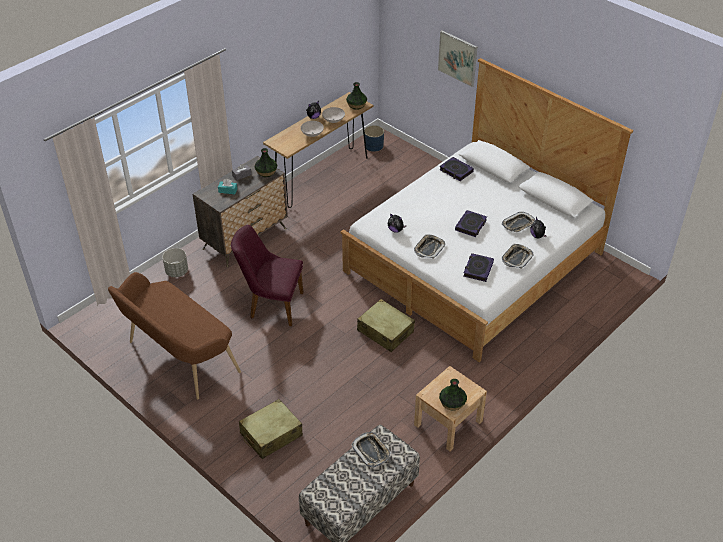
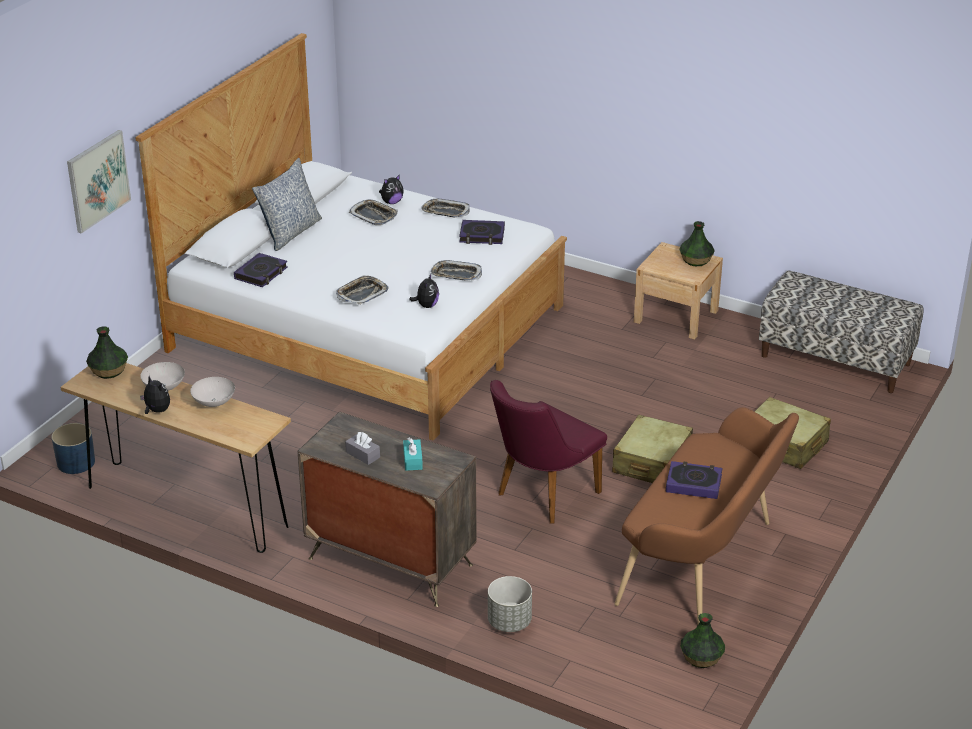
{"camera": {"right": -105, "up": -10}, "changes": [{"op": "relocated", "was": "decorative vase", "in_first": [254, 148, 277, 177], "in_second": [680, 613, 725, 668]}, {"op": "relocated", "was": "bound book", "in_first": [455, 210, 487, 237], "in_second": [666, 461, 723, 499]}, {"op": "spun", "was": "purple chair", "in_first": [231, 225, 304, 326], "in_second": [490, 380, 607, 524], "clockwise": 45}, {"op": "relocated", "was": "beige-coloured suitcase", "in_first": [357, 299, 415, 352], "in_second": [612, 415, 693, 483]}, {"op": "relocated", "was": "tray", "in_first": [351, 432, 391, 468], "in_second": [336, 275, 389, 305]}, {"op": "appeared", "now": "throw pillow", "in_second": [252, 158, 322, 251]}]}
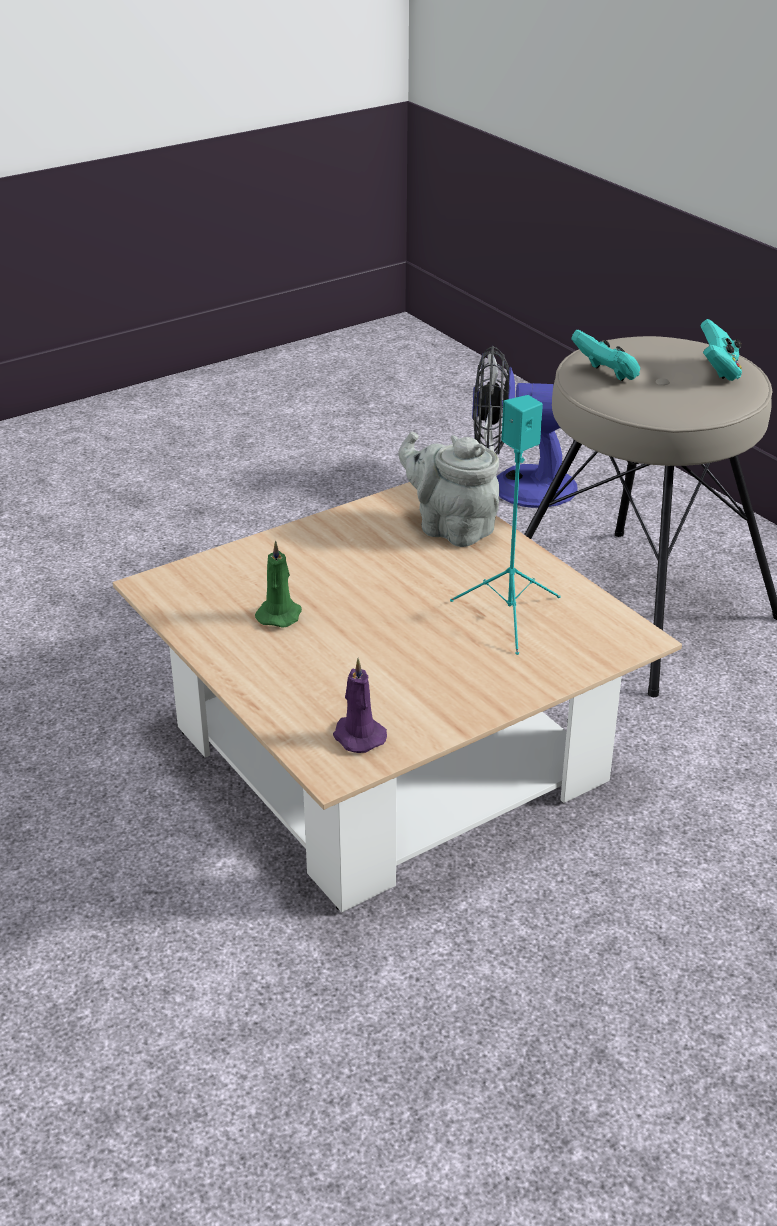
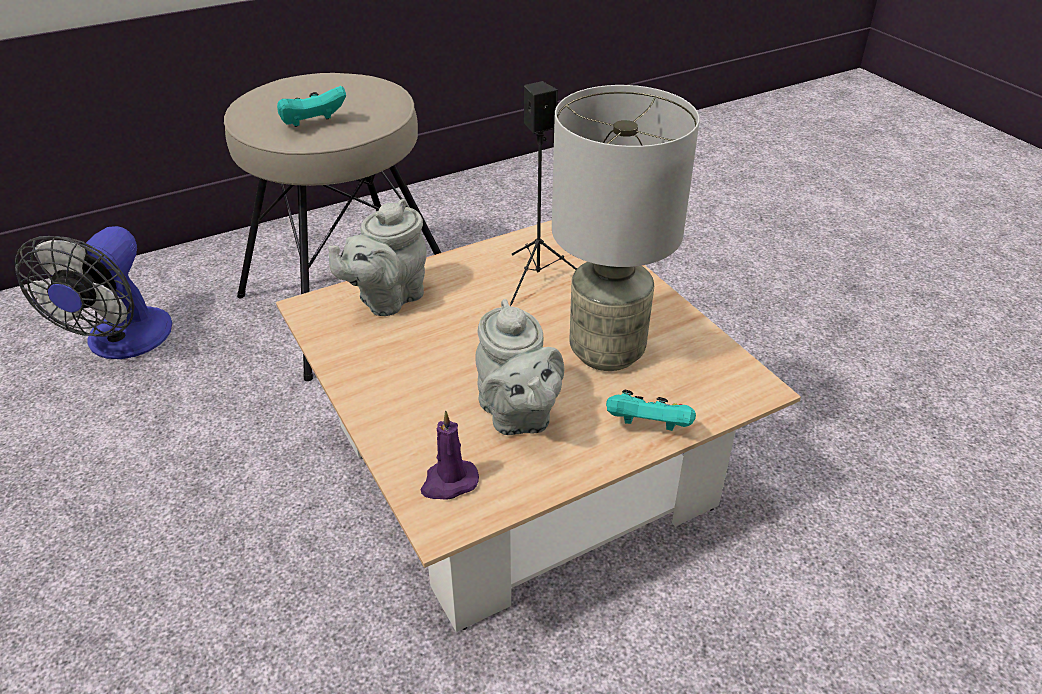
{"camera": {"right": -85, "up": 5}, "changes": [{"op": "relocated", "was": "turquoise-coloured game controller", "in_first": [701, 319, 742, 381], "in_second": [606, 390, 696, 431]}, {"op": "colour", "was": "turquoise-coloured speaker", "now": "black-coloured speaker", "in_first": [450, 395, 561, 655], "in_second": [510, 81, 577, 306]}, {"op": "exchanged", "was": "green-coloured wax candle", "now": "grey pot for tea", "in_first": [255, 541, 302, 628], "in_second": [475, 299, 564, 435]}, {"op": "relocated", "was": "purple wax candle", "in_first": [333, 658, 387, 753], "in_second": [420, 410, 479, 500]}, {"op": "appeared", "now": "grey tabletop lamp", "in_second": [552, 85, 700, 371]}]}
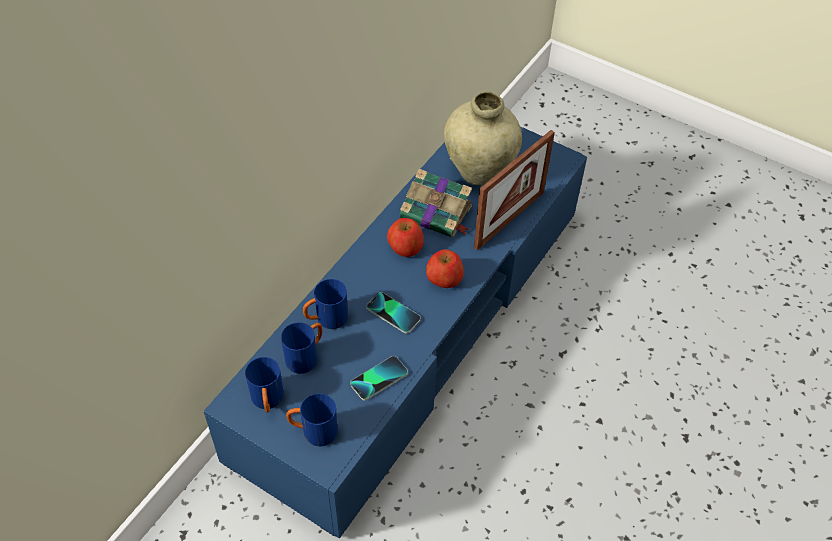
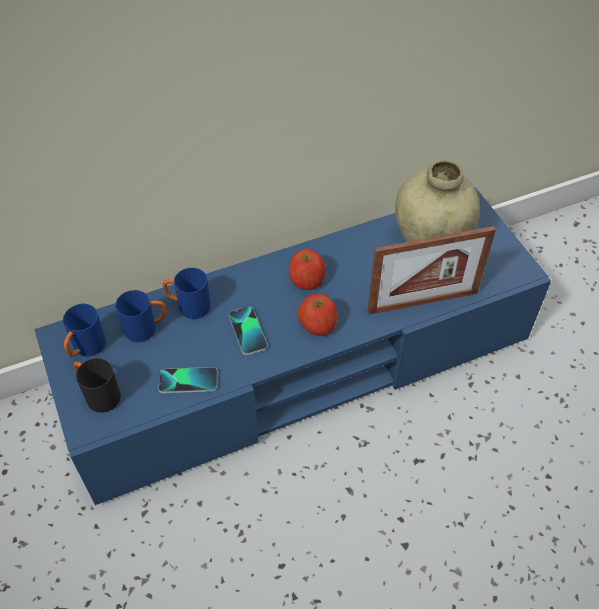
{"camera": {"right": 35, "up": 0}, "changes": [{"op": "missing", "was": "bound book", "in_first": [400, 169, 472, 237]}, {"op": "colour", "was": "blue mug", "now": "black-coloured mug", "in_first": [286, 393, 338, 447], "in_second": [73, 358, 121, 413]}]}
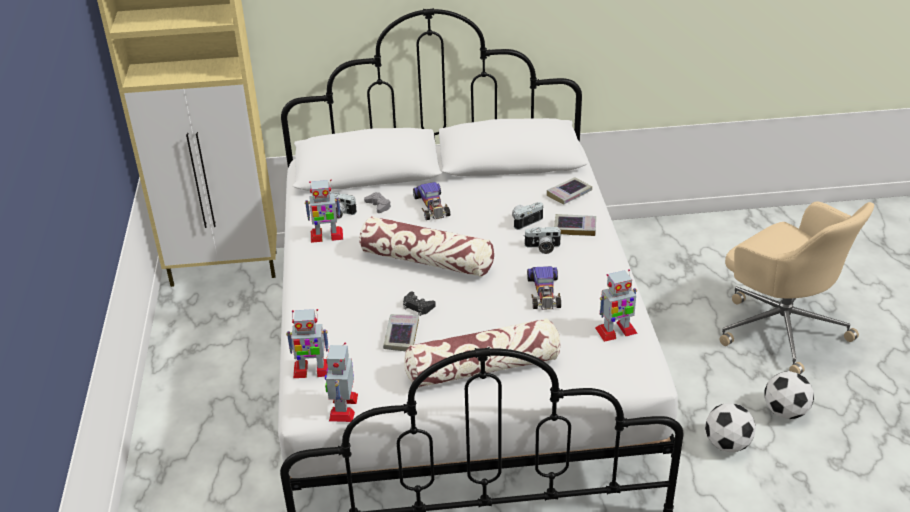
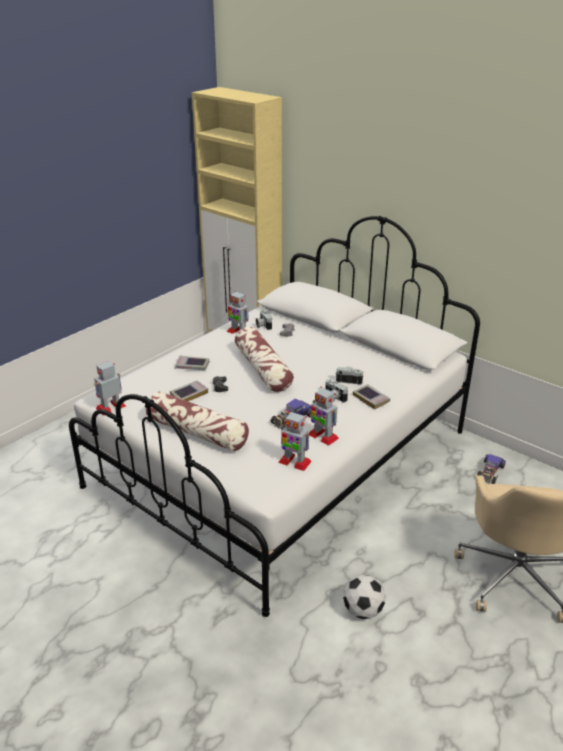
{"camera": {"right": 45, "up": -5}, "changes": [{"op": "relocated", "was": "bound book", "in_first": [547, 177, 592, 204], "in_second": [175, 356, 209, 370]}, {"op": "relocated", "was": "model car", "in_first": [413, 182, 450, 220], "in_second": [477, 454, 506, 484]}, {"op": "relocated", "was": "robot figure", "in_first": [286, 309, 328, 378], "in_second": [309, 387, 339, 446]}, {"op": "missing", "was": "football ball", "in_first": [764, 371, 814, 419]}]}
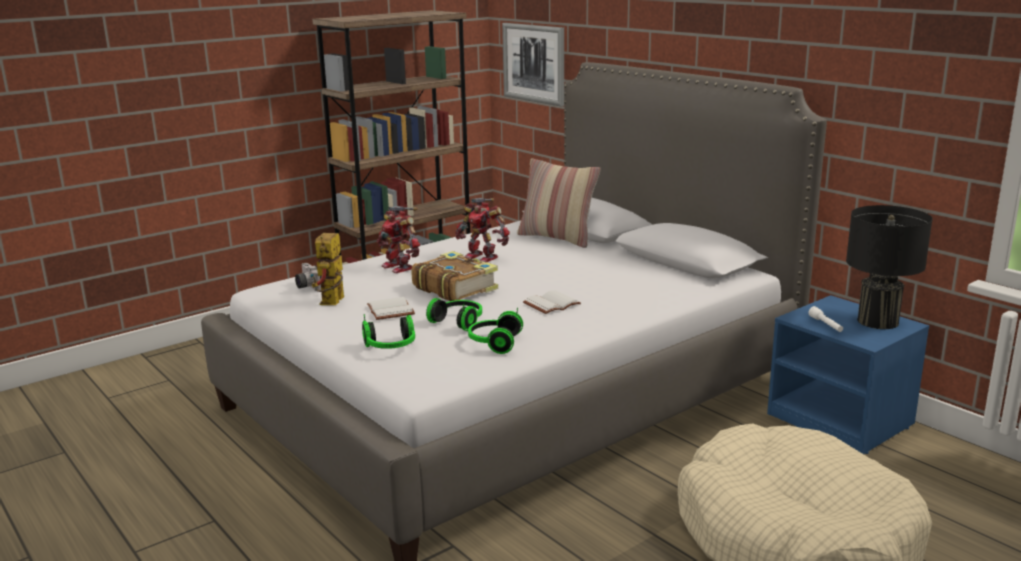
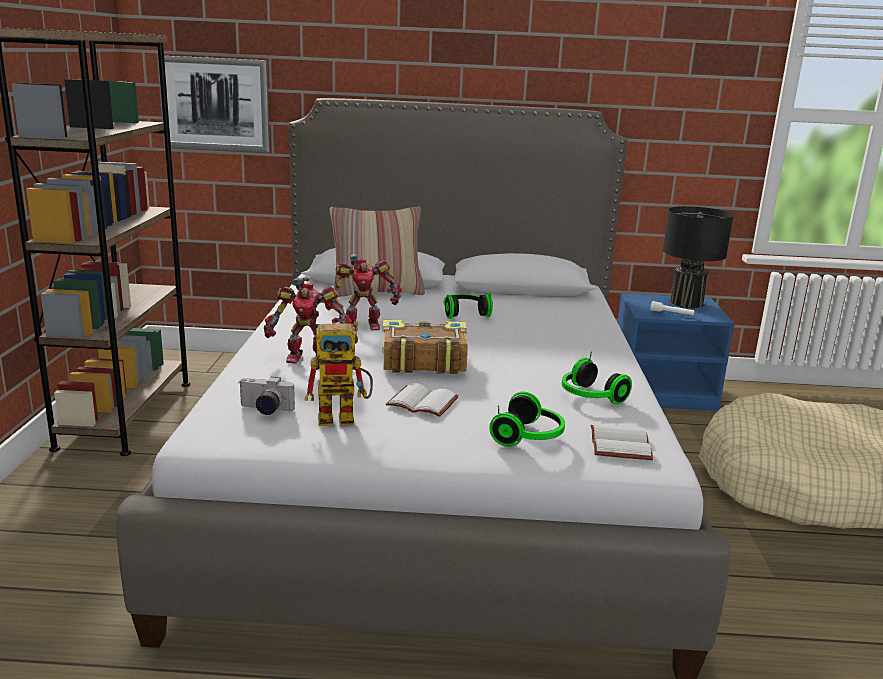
{"camera": {"right": -50, "up": 0}, "changes": [{"op": "spun", "was": "robot figure", "in_first": [310, 233, 344, 305], "in_second": [305, 321, 373, 426], "clockwise": -60}, {"op": "relocated", "was": "white-coloured bound book", "in_first": [523, 290, 581, 314], "in_second": [590, 424, 653, 460]}, {"op": "relocated", "was": "headset", "in_first": [426, 298, 482, 331], "in_second": [444, 291, 493, 319]}]}
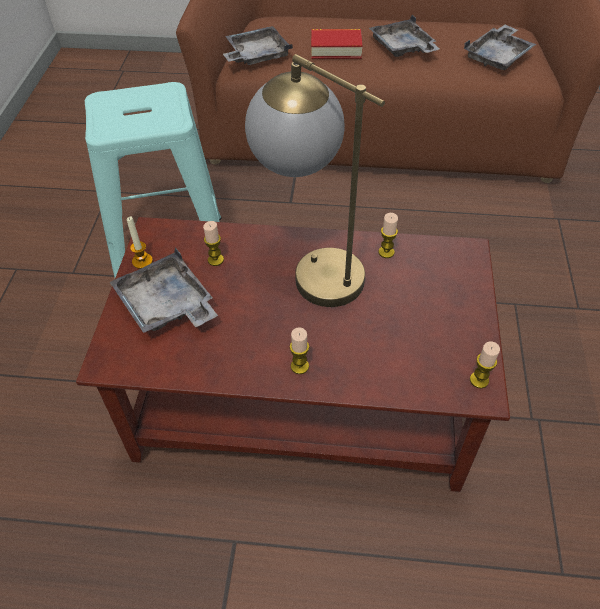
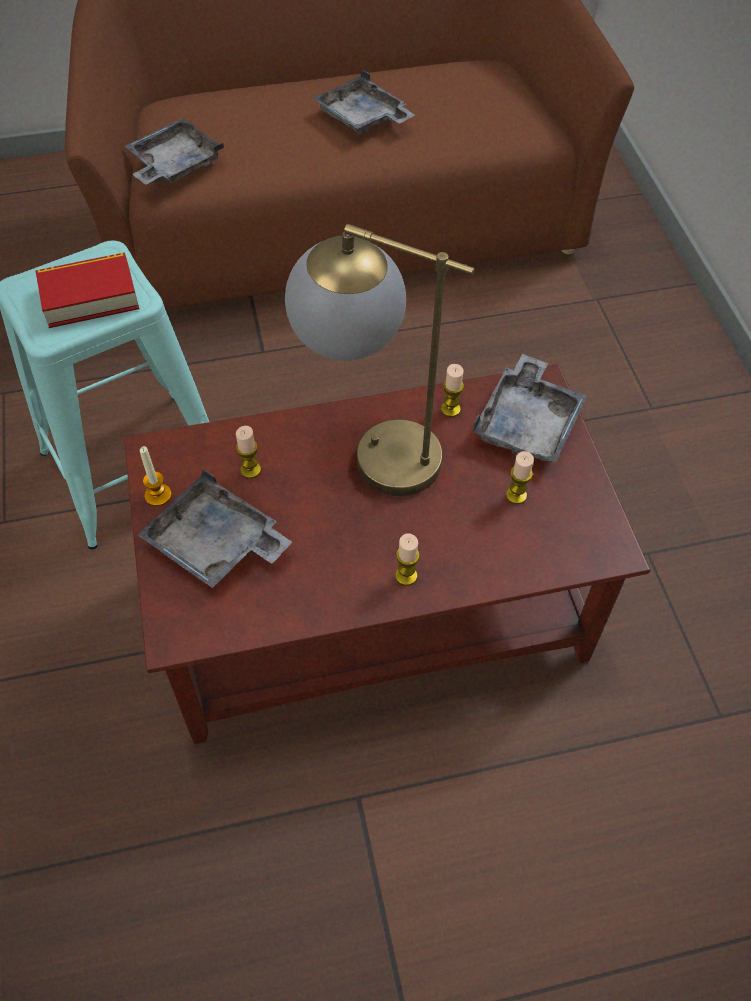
{"camera": {"right": -20, "up": 5}, "changes": [{"op": "relocated", "was": "grey tray", "in_first": [464, 24, 536, 70], "in_second": [473, 354, 587, 463]}, {"op": "relocated", "was": "bound book", "in_first": [311, 29, 362, 59], "in_second": [35, 252, 139, 328]}, {"op": "relocated", "was": "wax candle", "in_first": [470, 341, 500, 389], "in_second": [506, 451, 534, 504]}]}
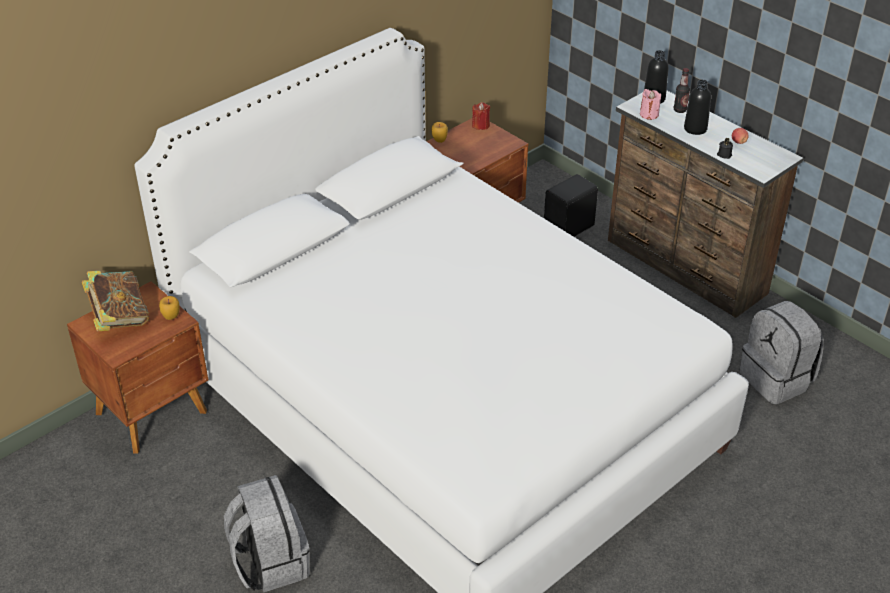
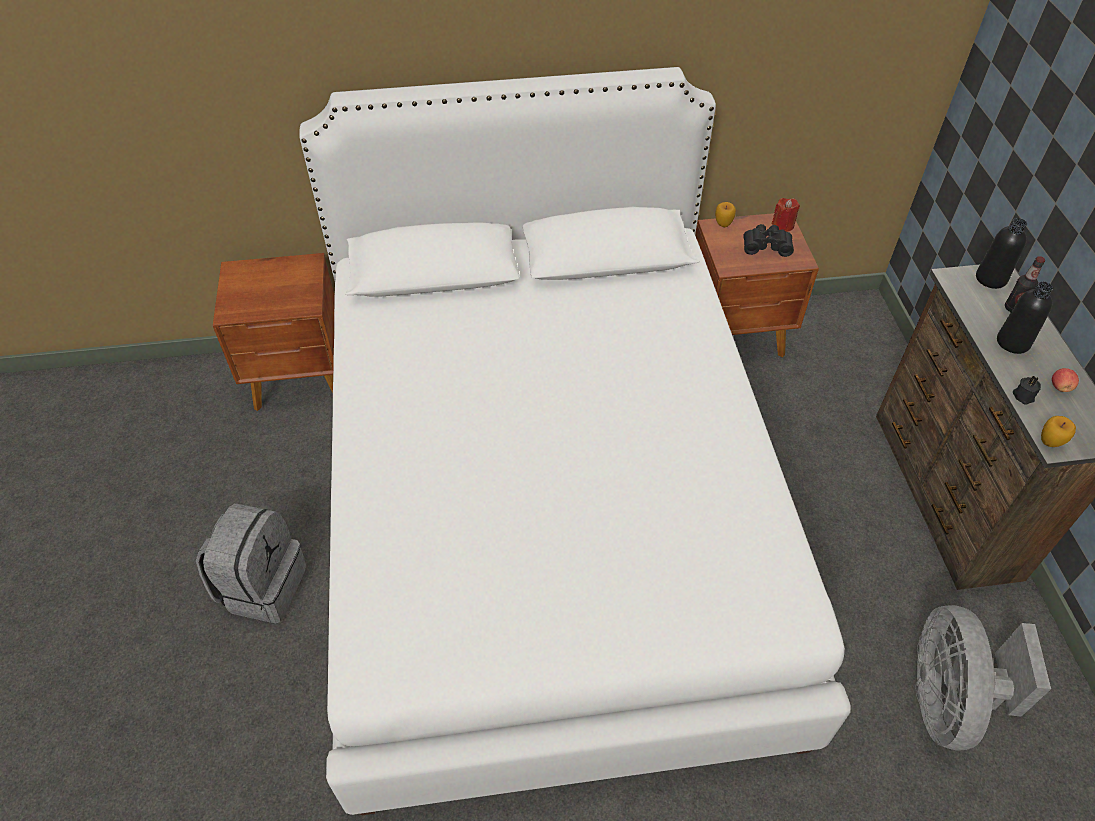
{"camera": {"right": 35, "up": 10}, "changes": [{"op": "missing", "was": "pink wax candle", "in_first": [640, 89, 661, 120]}, {"op": "missing", "was": "black-coloured speaker", "in_first": [544, 174, 598, 237]}, {"op": "missing", "was": "bound book", "in_first": [82, 271, 149, 331]}, {"op": "relocated", "was": "apple", "in_first": [159, 296, 180, 320], "in_second": [1041, 416, 1076, 447]}, {"op": "exchanged", "was": "grey rucksack", "now": "grey electric fan", "in_first": [739, 301, 824, 404], "in_second": [915, 605, 1051, 751]}, {"op": "appeared", "now": "black-coloured field glasses", "in_second": [743, 224, 794, 257]}]}
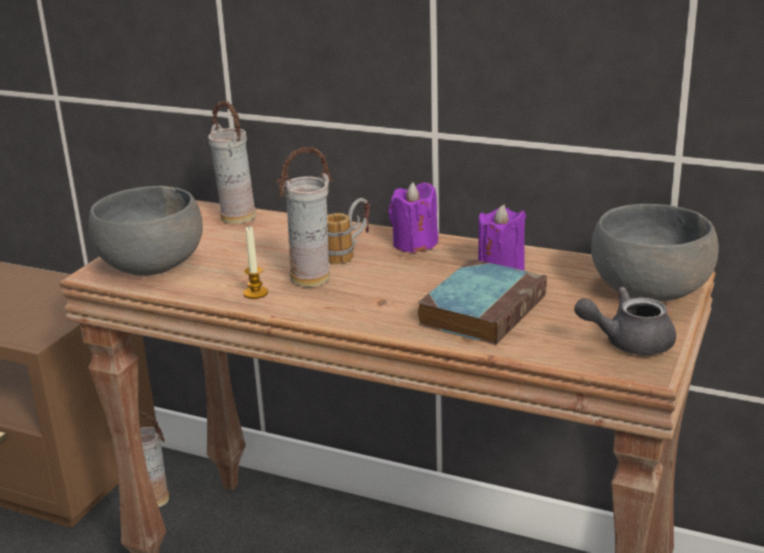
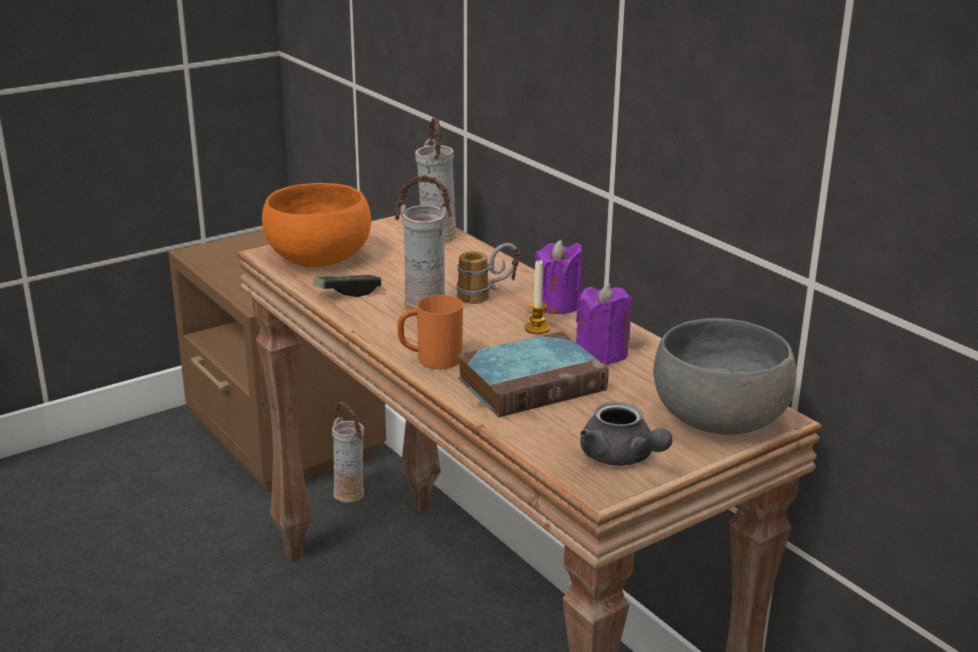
{"camera": {"right": 30, "up": 0}, "changes": [{"op": "colour", "was": "grey bowl", "now": "orange-coloured bowl", "in_first": [88, 186, 203, 276], "in_second": [262, 183, 371, 267]}, {"op": "relocated", "was": "wax candle", "in_first": [243, 226, 268, 299], "in_second": [525, 260, 550, 334]}, {"op": "spun", "was": "grey pot for tea", "in_first": [574, 287, 676, 355], "in_second": [580, 402, 673, 466], "clockwise": -150}, {"op": "appeared", "now": "game controller", "in_second": [313, 275, 381, 297]}, {"op": "appeared", "now": "orange-coloured mug", "in_second": [397, 295, 463, 369]}]}
